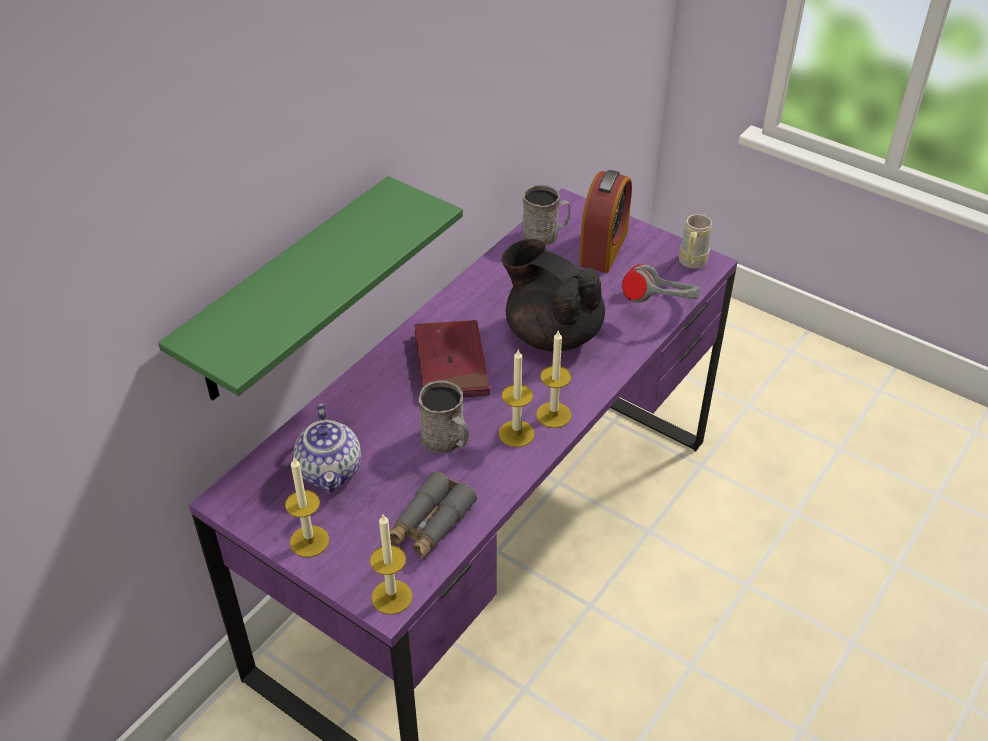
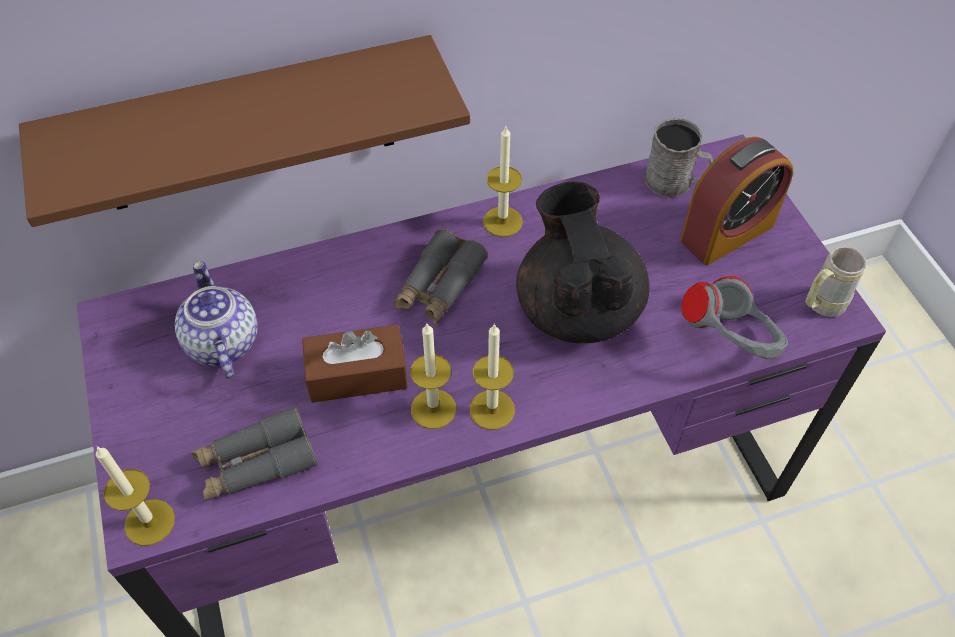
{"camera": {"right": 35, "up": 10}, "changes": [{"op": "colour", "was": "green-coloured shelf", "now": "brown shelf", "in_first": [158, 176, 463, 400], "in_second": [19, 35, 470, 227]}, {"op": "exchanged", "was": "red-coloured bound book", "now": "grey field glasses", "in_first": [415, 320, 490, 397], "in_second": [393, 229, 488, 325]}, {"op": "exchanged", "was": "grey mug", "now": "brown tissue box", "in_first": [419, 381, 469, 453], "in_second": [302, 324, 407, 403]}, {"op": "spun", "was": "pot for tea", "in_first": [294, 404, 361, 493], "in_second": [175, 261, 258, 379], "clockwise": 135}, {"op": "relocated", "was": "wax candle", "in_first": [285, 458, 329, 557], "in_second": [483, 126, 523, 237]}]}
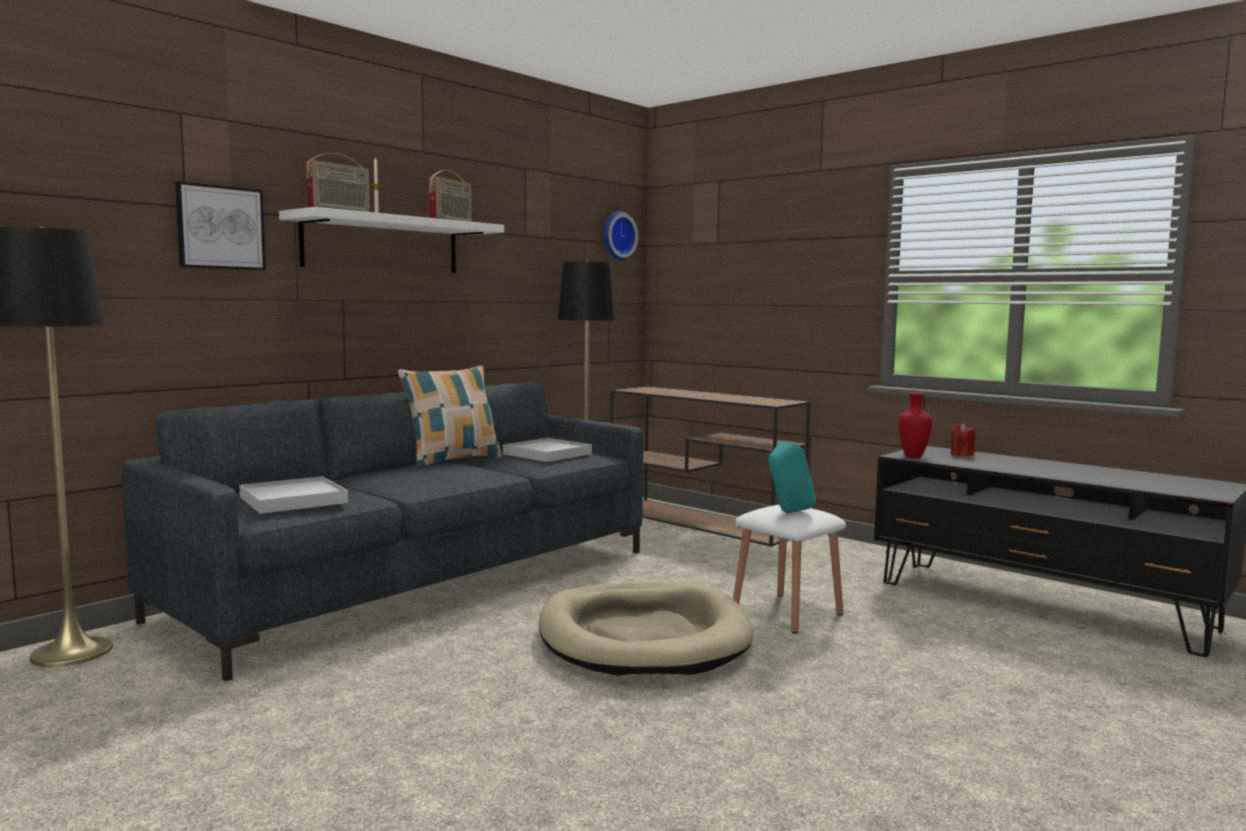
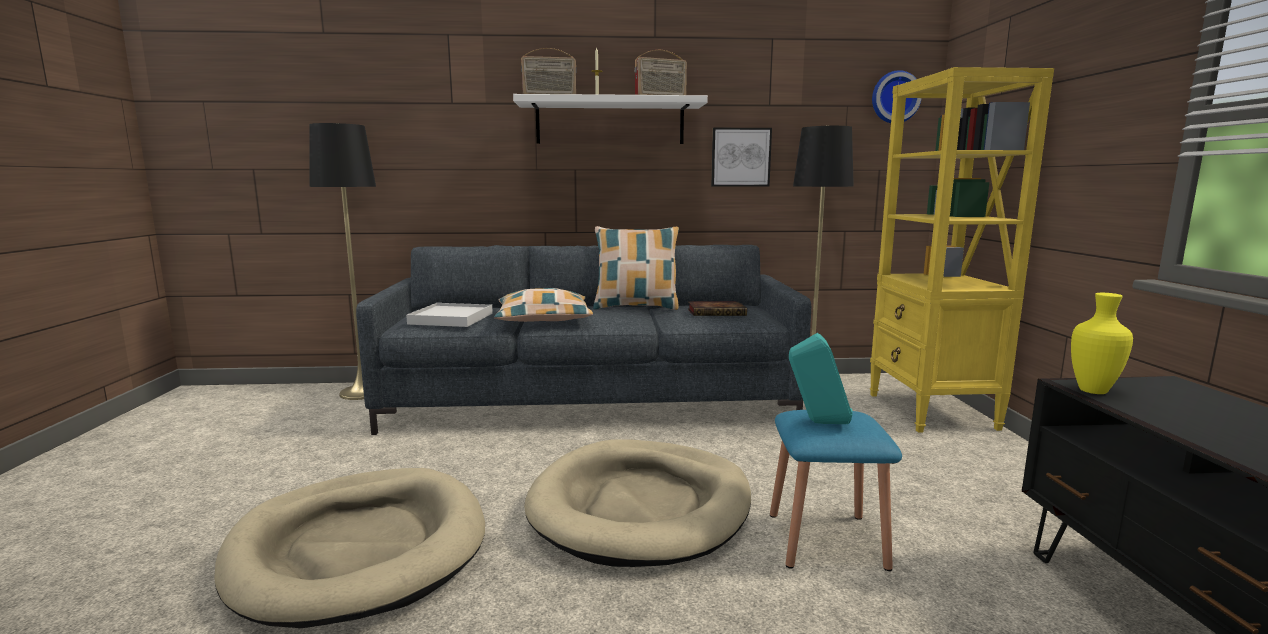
{"camera": {"right": 45, "up": 5}, "changes": [{"op": "relocated", "was": "wall art", "in_first": [175, 181, 266, 270], "in_second": [711, 128, 772, 186]}, {"op": "exchanged", "was": "brown console table", "now": "yellow bookshelf", "in_first": [610, 387, 810, 547], "in_second": [870, 67, 1054, 433]}, {"op": "colour", "was": "red-coloured decorative vase", "now": "yellow decorative vase", "in_first": [898, 392, 932, 458], "in_second": [1071, 293, 1133, 394]}, {"op": "missing", "was": "red-coloured wax candle", "in_first": [951, 423, 976, 456]}, {"op": "exchanged", "was": "white-coloured tray", "now": "bound book", "in_first": [503, 438, 592, 462], "in_second": [688, 301, 747, 316]}, {"op": "colour", "was": "white-coloured stool", "now": "blue stool", "in_first": [733, 504, 846, 634], "in_second": [770, 410, 902, 571]}, {"op": "appeared", "now": "throw pillow", "in_second": [494, 288, 593, 322]}, {"op": "appeared", "now": "beige-coloured pet bed", "in_second": [214, 468, 485, 628]}]}
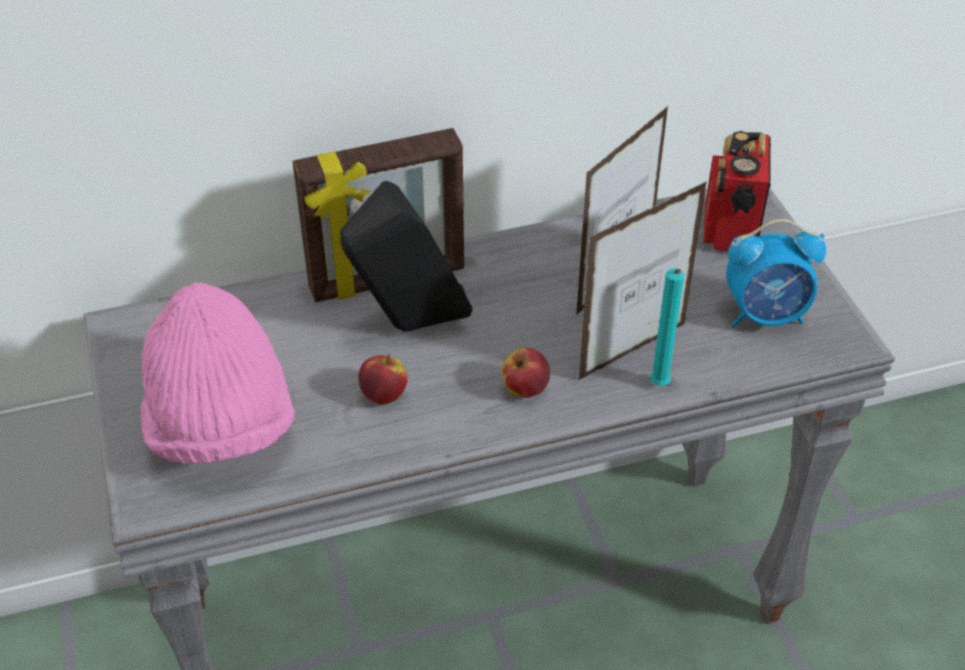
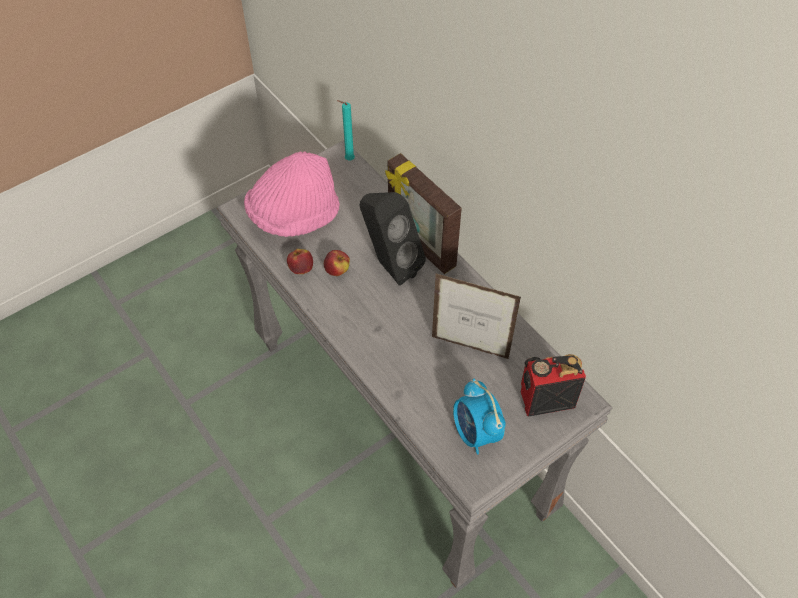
{"camera": {"right": 70, "up": 10}, "changes": [{"op": "missing", "was": "standing frame", "in_first": [579, 181, 707, 380]}, {"op": "relocated", "was": "turquoise-coloured wax candle", "in_first": [650, 268, 684, 386], "in_second": [337, 100, 355, 161]}, {"op": "relocated", "was": "apple", "in_first": [502, 348, 550, 398], "in_second": [287, 249, 313, 274]}]}
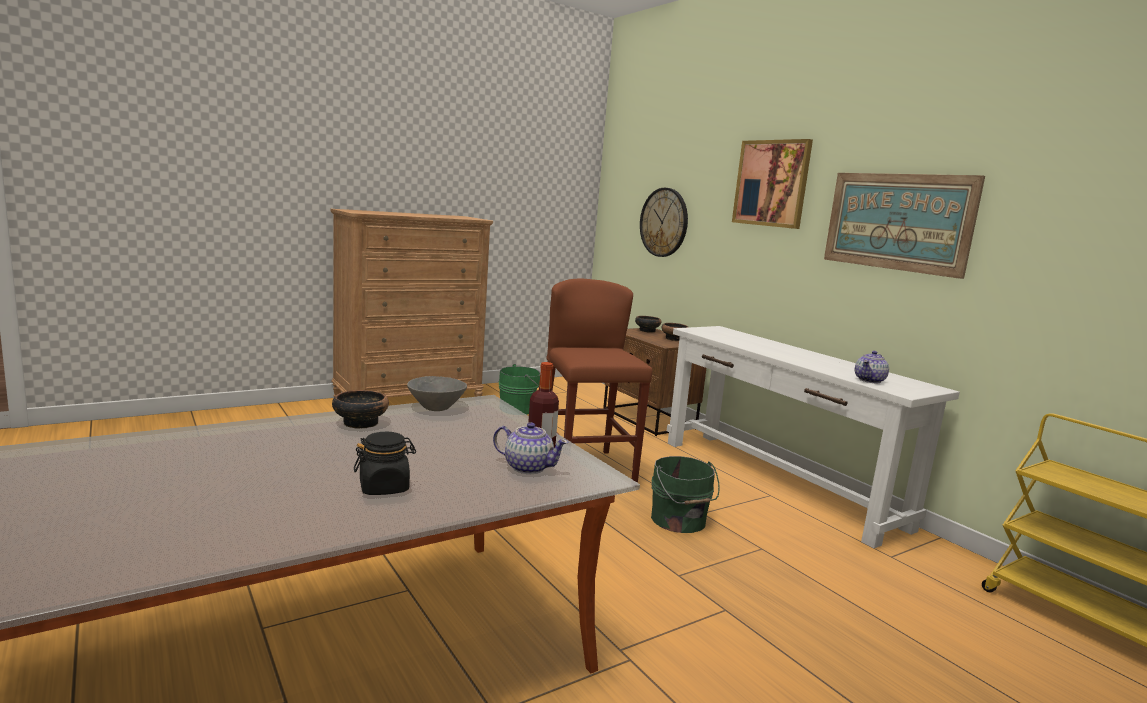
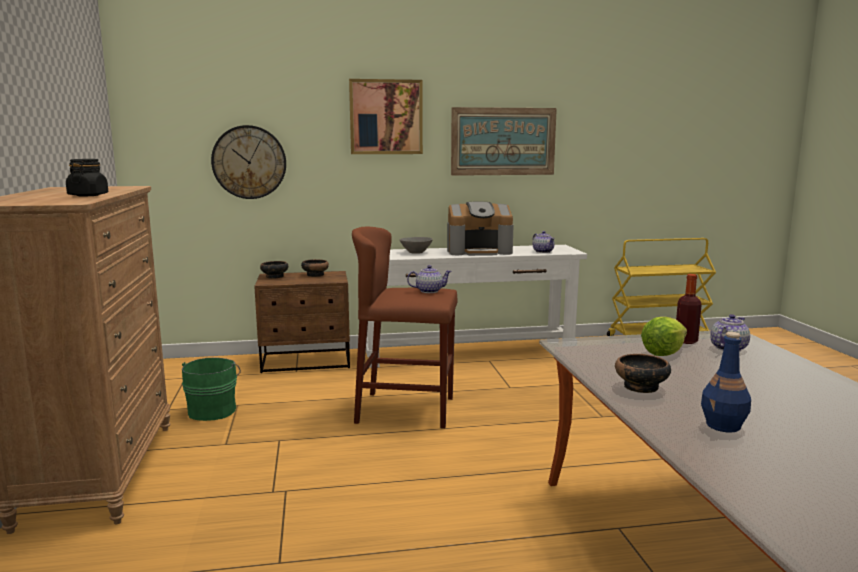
{"camera": {"right": -65, "up": 0}, "changes": [{"op": "relocated", "was": "grey bowl", "in_first": [407, 376, 467, 411], "in_second": [399, 237, 433, 254]}, {"op": "relocated", "was": "black-coloured storage jar", "in_first": [354, 432, 416, 495], "in_second": [66, 159, 108, 197]}, {"op": "missing", "was": "green-coloured water bucket", "in_first": [651, 456, 720, 533]}, {"op": "appeared", "now": "coffee brewer", "in_second": [447, 202, 514, 256]}, {"op": "appeared", "now": "pot for tea", "in_second": [407, 265, 452, 293]}, {"op": "appeared", "now": "head of lettuce", "in_second": [641, 317, 687, 356]}, {"op": "appeared", "now": "blue drink bottle", "in_second": [701, 332, 751, 433]}]}
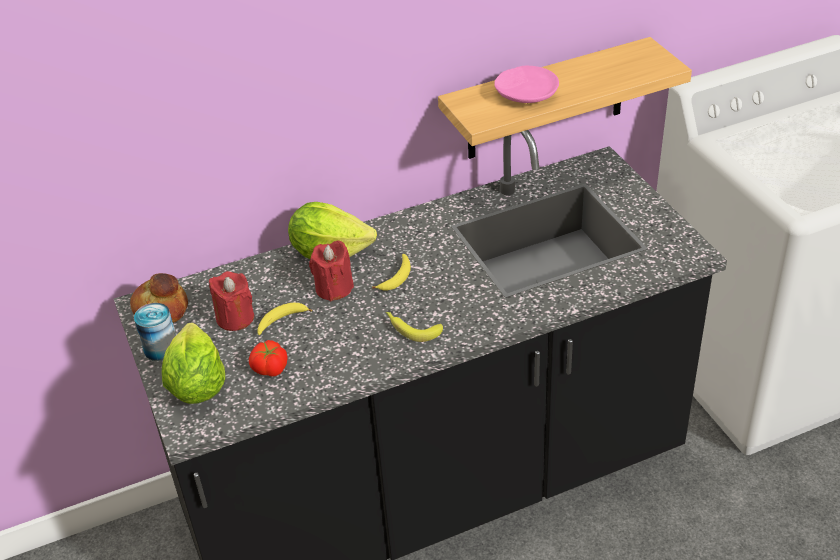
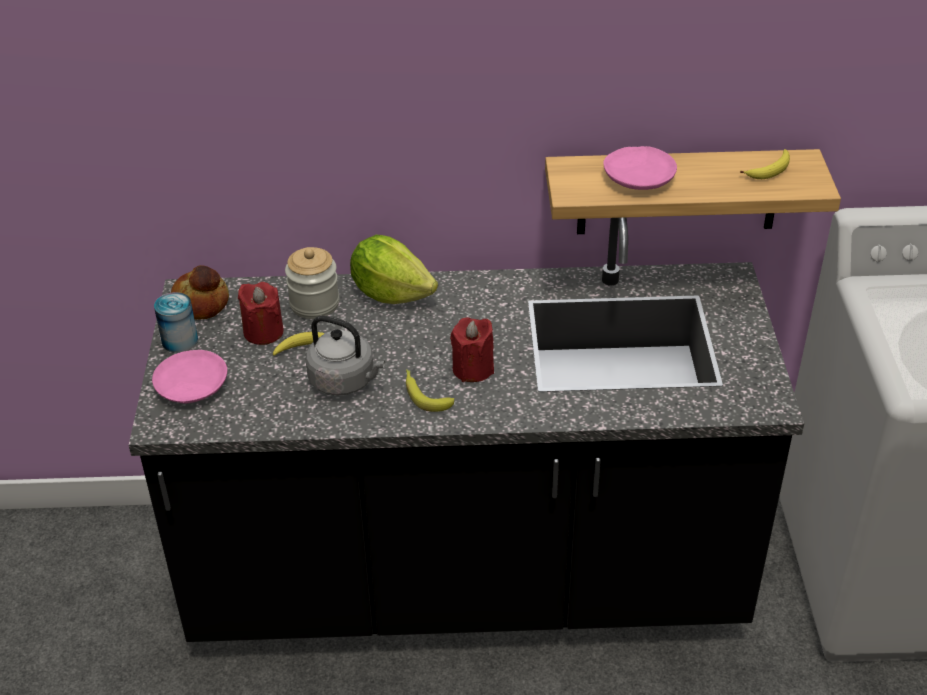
{"camera": {"right": 20, "up": 0}, "changes": [{"op": "relocated", "was": "red-coloured wax candle", "in_first": [309, 241, 354, 301], "in_second": [450, 317, 494, 382]}, {"op": "relocated", "was": "banana", "in_first": [372, 254, 411, 290], "in_second": [740, 149, 790, 179]}, {"op": "exchanged", "was": "head of lettuce", "now": "pink flat dish", "in_first": [162, 323, 225, 404], "in_second": [152, 350, 227, 404]}, {"op": "missing", "was": "tomato", "in_first": [249, 340, 287, 377]}, {"op": "appeared", "now": "storage jar", "in_second": [285, 247, 339, 319]}, {"op": "appeared", "now": "grey water kettle", "in_second": [306, 316, 385, 396]}]}
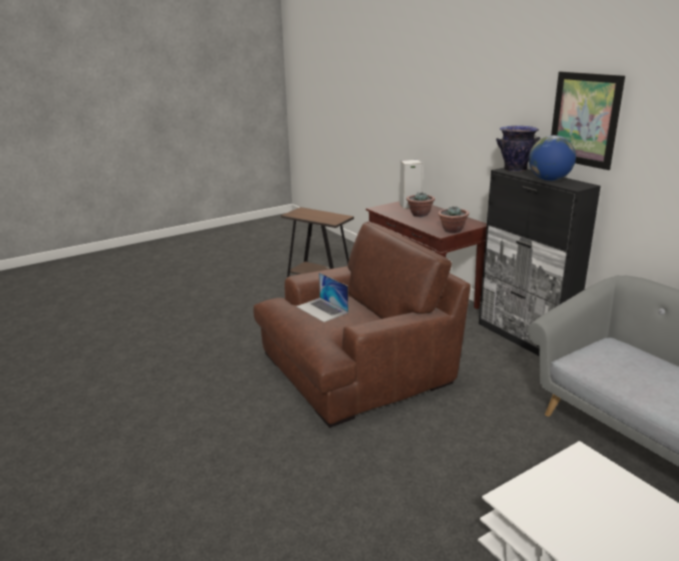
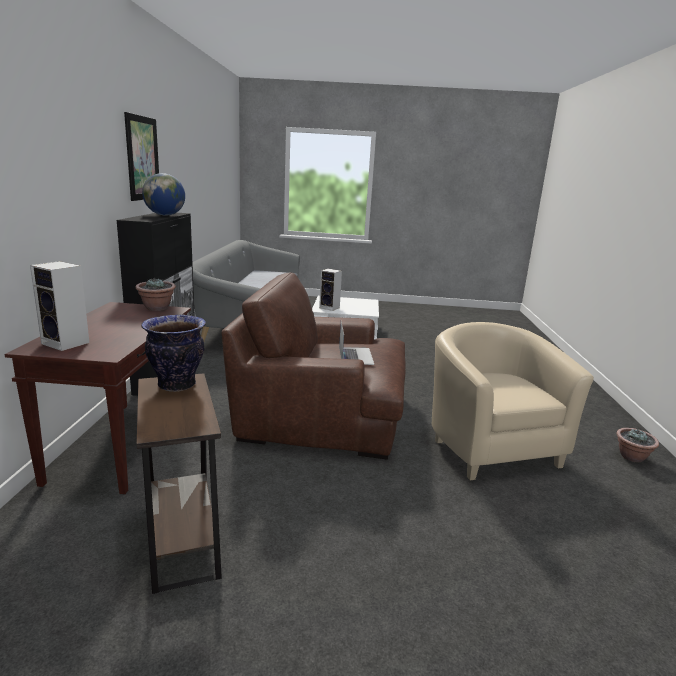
{"camera": {"right": -145, "up": -5}, "changes": [{"op": "relocated", "was": "decorative vase", "in_first": [496, 126, 540, 172], "in_second": [141, 314, 206, 392]}, {"op": "relocated", "was": "potted plant", "in_first": [406, 192, 435, 217], "in_second": [616, 428, 659, 462]}, {"op": "appeared", "now": "speaker", "in_second": [319, 269, 342, 311]}, {"op": "appeared", "now": "beige-coloured armchair", "in_second": [432, 322, 594, 480]}]}
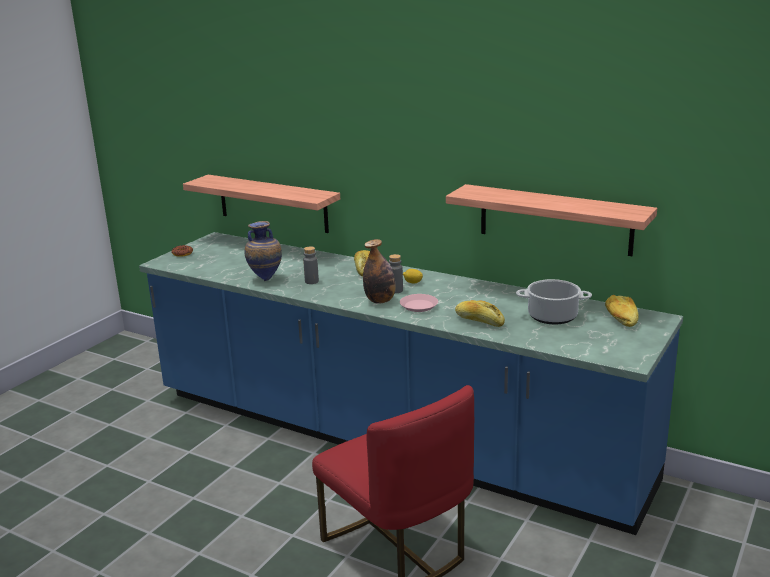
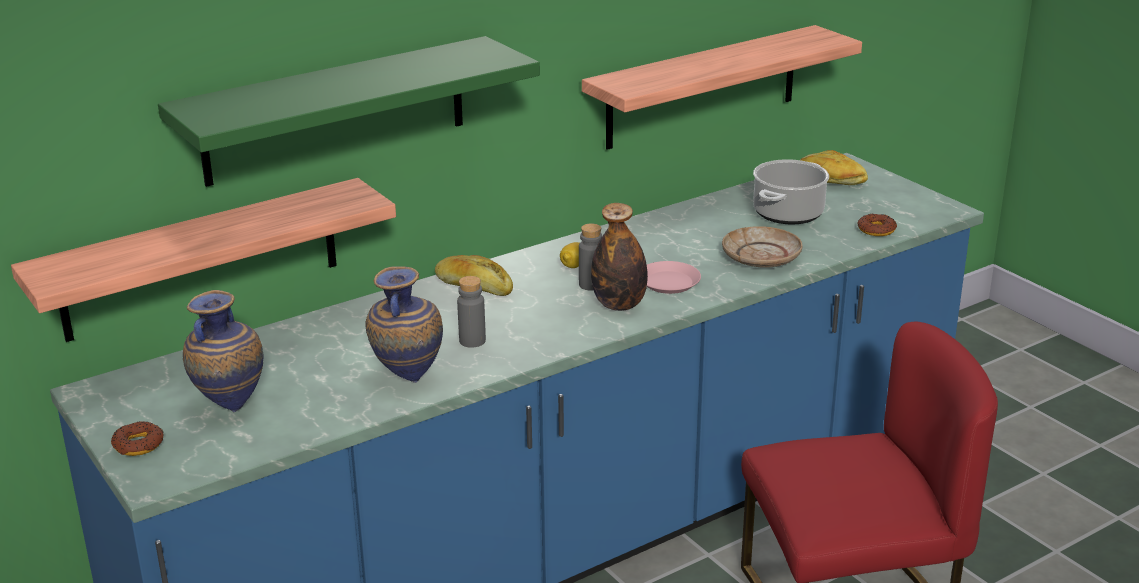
{"camera": {"right": -65, "up": 5}, "changes": [{"op": "exchanged", "was": "bread", "now": "beige-coloured flat dish", "in_first": [455, 300, 505, 327], "in_second": [722, 226, 802, 268]}, {"op": "appeared", "now": "green-coloured shelf", "in_second": [158, 36, 540, 187]}, {"op": "appeared", "now": "doughnut", "in_second": [858, 214, 897, 236]}, {"op": "appeared", "now": "decorative vase", "in_second": [183, 290, 263, 412]}]}
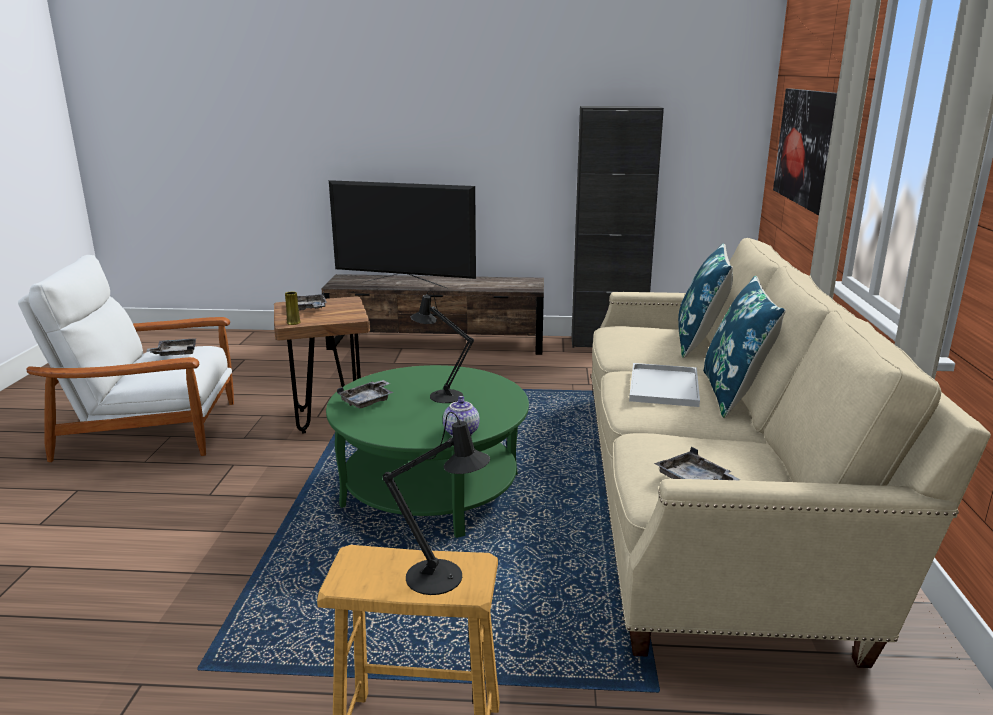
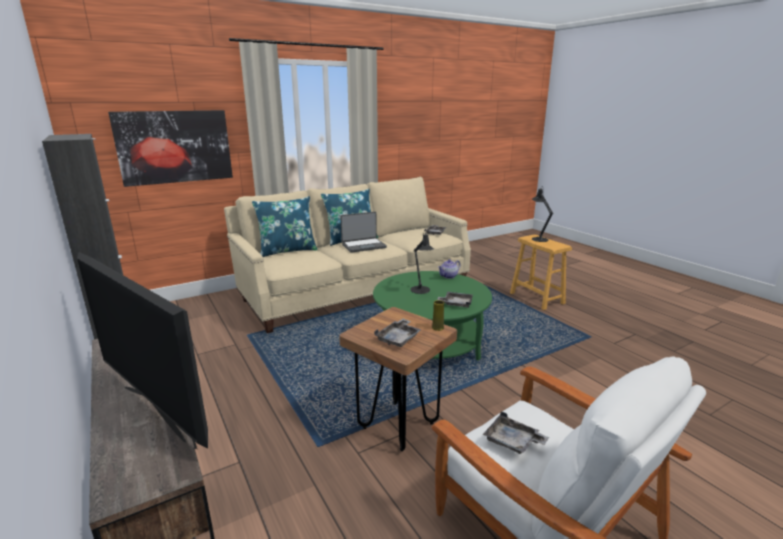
{"camera": {"right": -125, "up": 0}, "changes": [{"op": "spun", "was": "TV set", "in_first": [329, 180, 476, 288], "in_second": [77, 252, 208, 448], "clockwise": 150}, {"op": "exchanged", "was": "white-coloured tray", "now": "laptop", "in_first": [629, 363, 700, 407], "in_second": [340, 212, 387, 253]}]}
